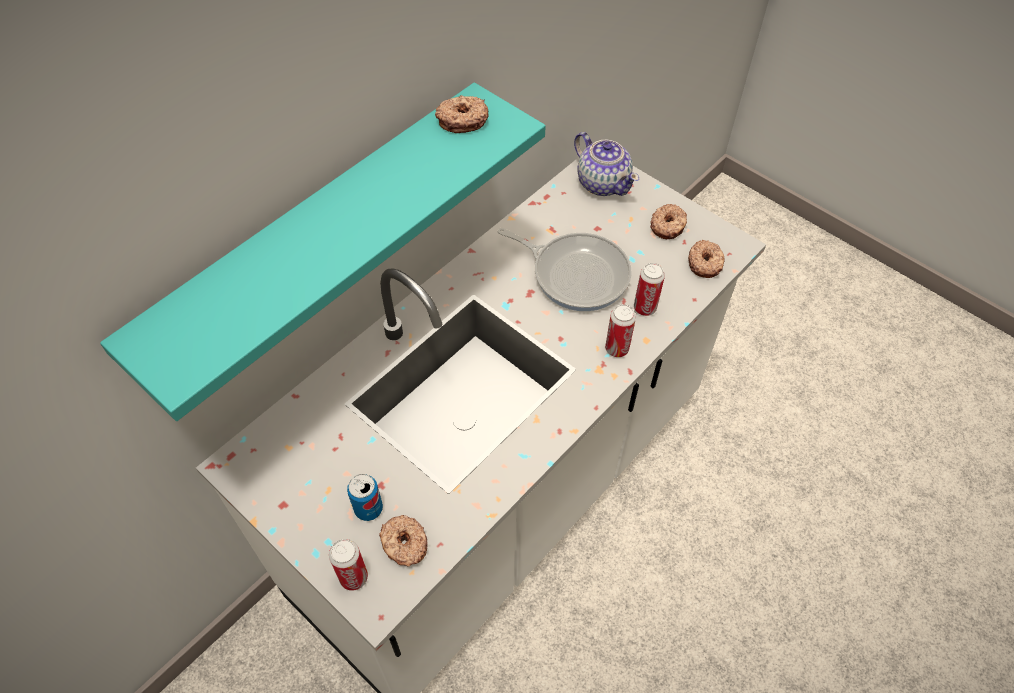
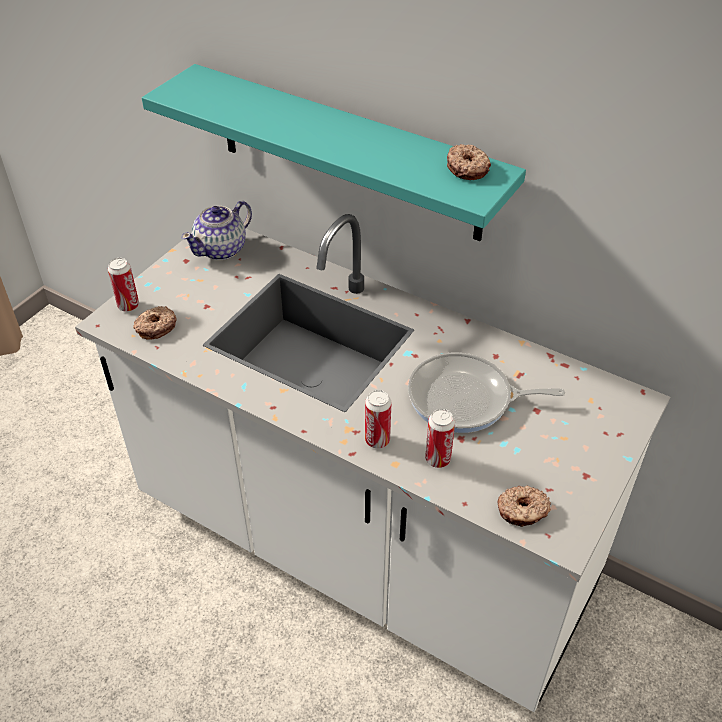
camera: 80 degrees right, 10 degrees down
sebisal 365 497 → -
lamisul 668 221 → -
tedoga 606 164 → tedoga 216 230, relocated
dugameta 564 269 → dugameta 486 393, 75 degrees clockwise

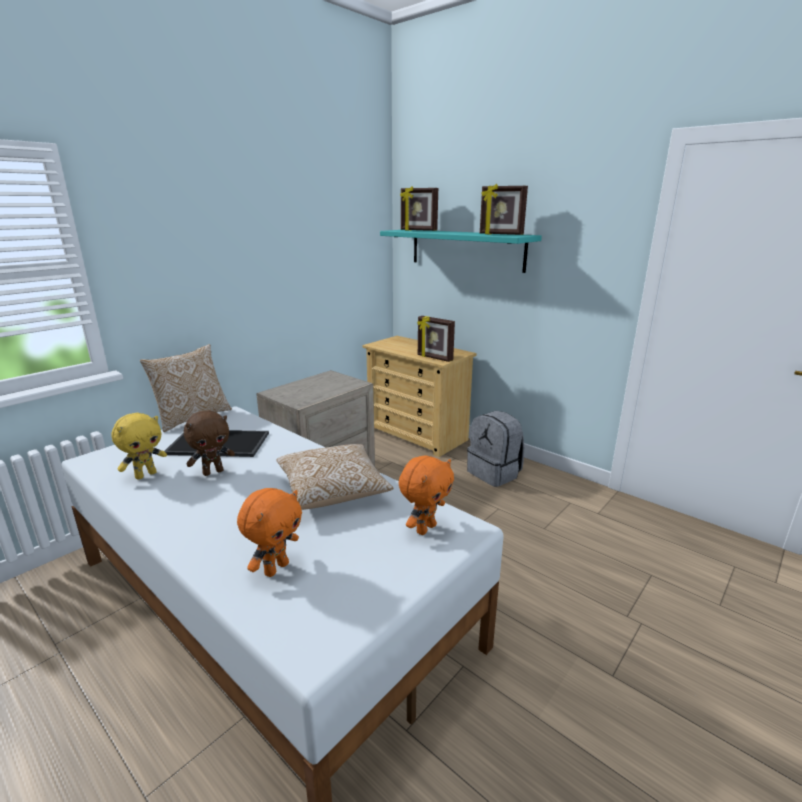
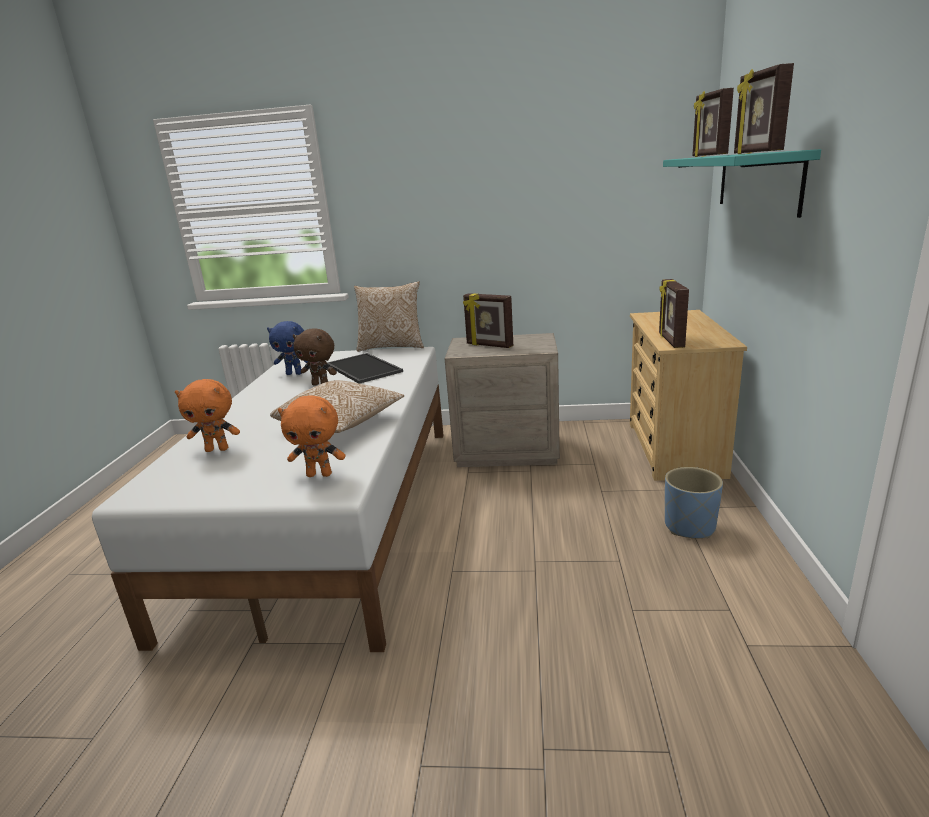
camera: 55 degrees right, 0 degrees up
- → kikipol 488 320
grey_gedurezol 495 449 → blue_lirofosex 694 502
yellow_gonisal 139 446 → blue_gonisal 288 348

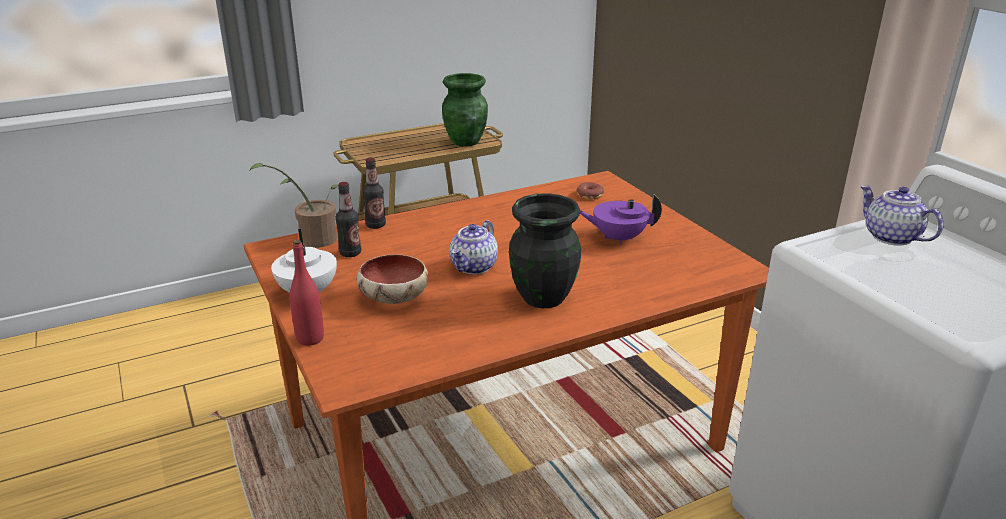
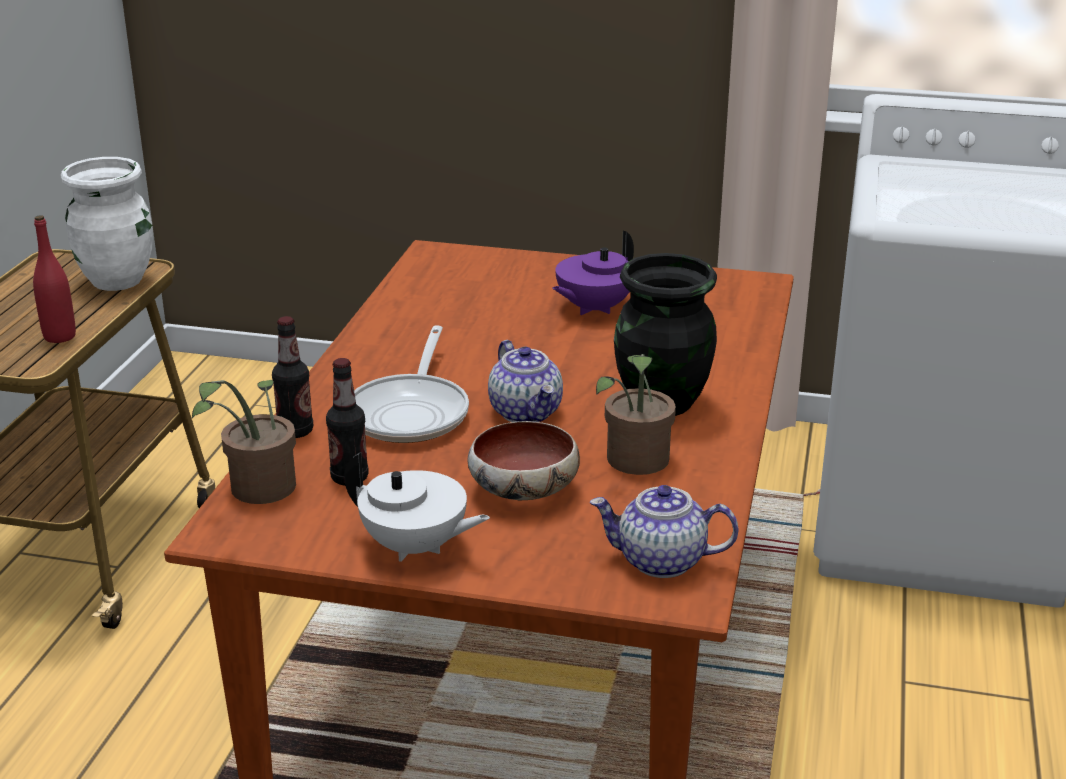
camera: 50 degrees left, 0 degrees up
lamisul 590 191 → -
- → dugameta 411 384
- → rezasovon 636 414
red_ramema 307 293 → red_ramema 54 279, relocated
tedoga 902 215 → tedoga 664 531, relocated
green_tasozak 465 110 → white_tasozak 107 224

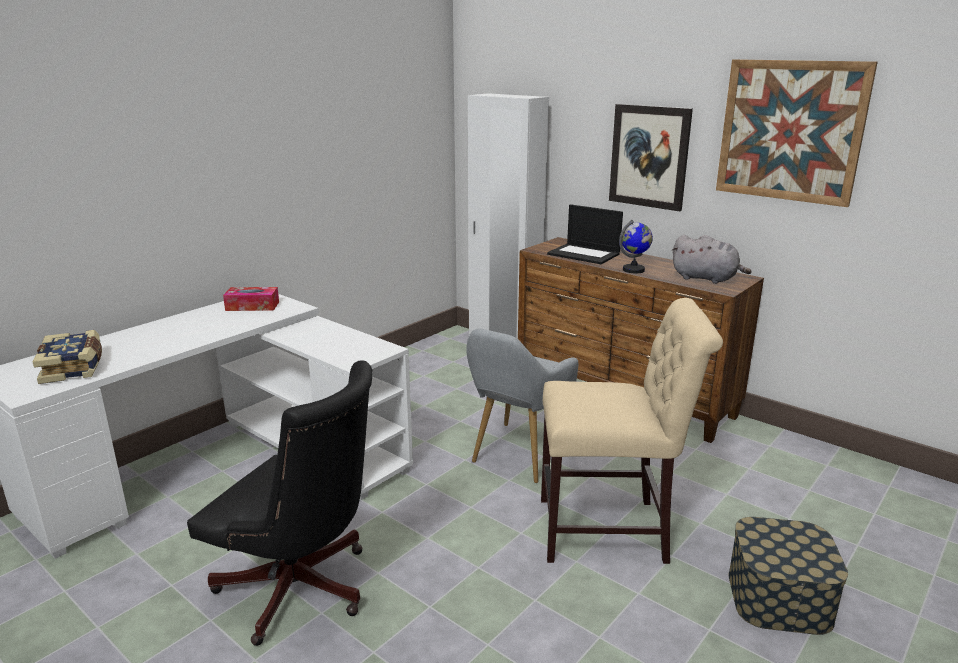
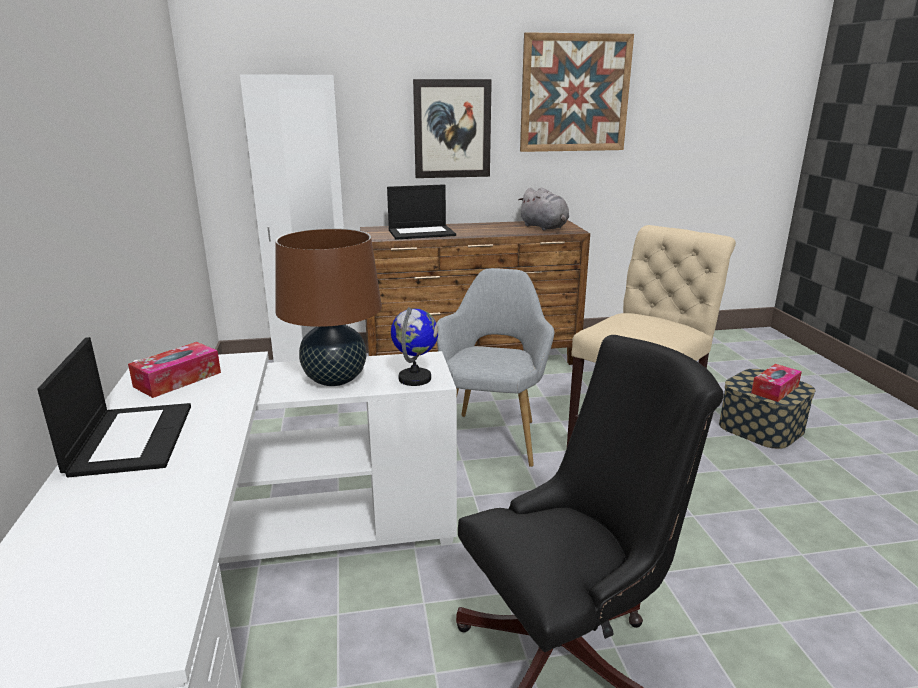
camera: 50 degrees left, 0 degrees up
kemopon 67 357 → -
- → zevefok 114 407
- → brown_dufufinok 328 307
- → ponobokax 776 383
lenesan 636 246 → lenesan 414 346, relocated
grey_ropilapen 522 406 → grey_ropilapen 495 367, 150 degrees counterclockwise
grey_gonisal 712 259 → grey_gonisal 543 209, 75 degrees clockwise

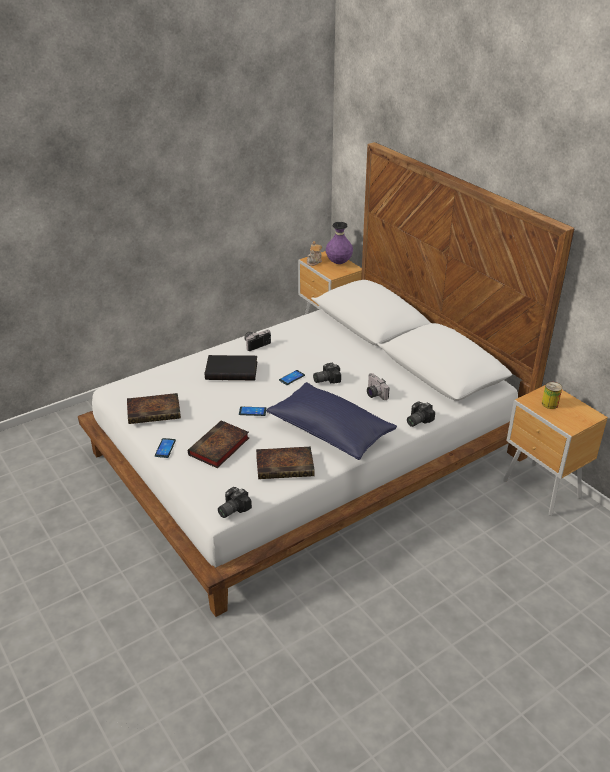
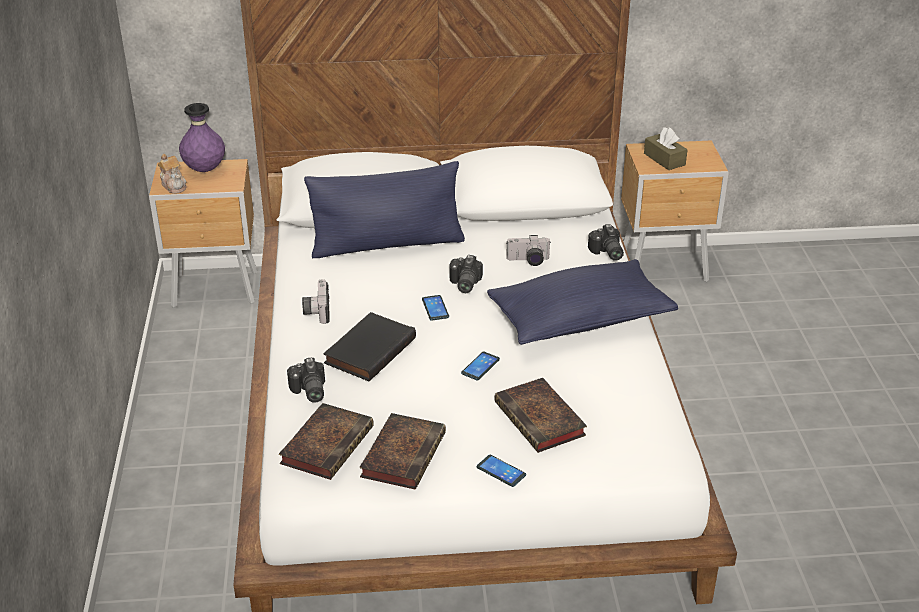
camera: 60 degrees left, 0 degrees up
- → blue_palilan 384 209
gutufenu 235 502 → gutufenu 306 380, relocated
kemopon 285 463 → kemopon 326 441, relocated
sebisal 552 395 → brown_ponobokax 666 148

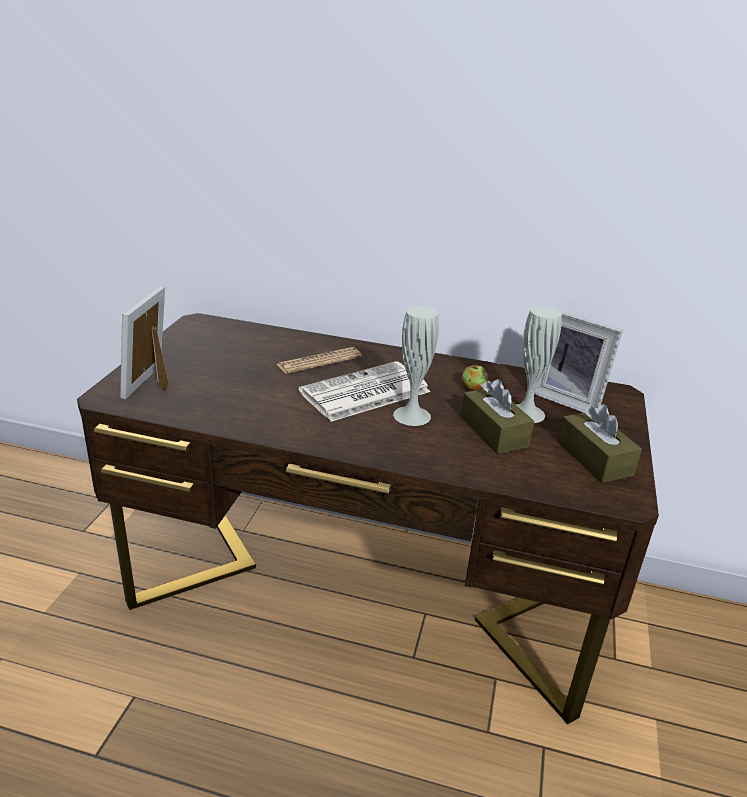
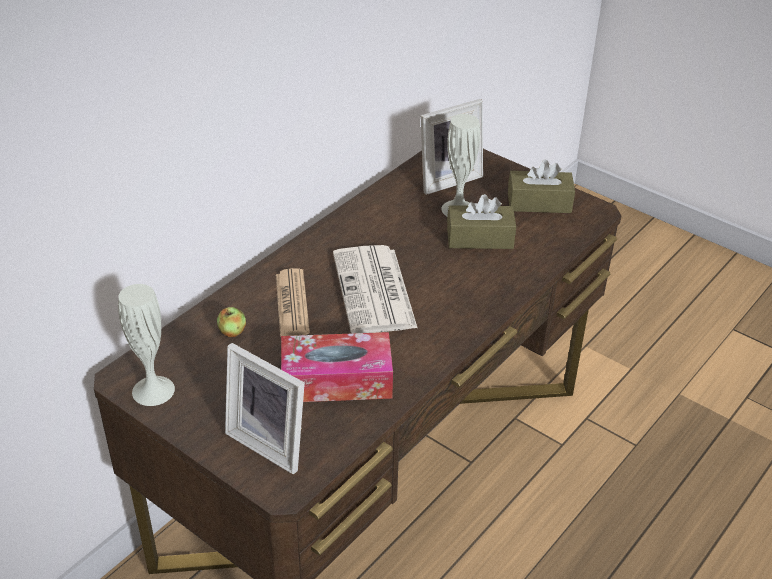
camera: 65 degrees left, 10 degrees up
- → ponobokax 337 367
white_tasozak 416 366 → white_tasozak 146 345, relocated
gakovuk 475 377 → gakovuk 231 322, relocated

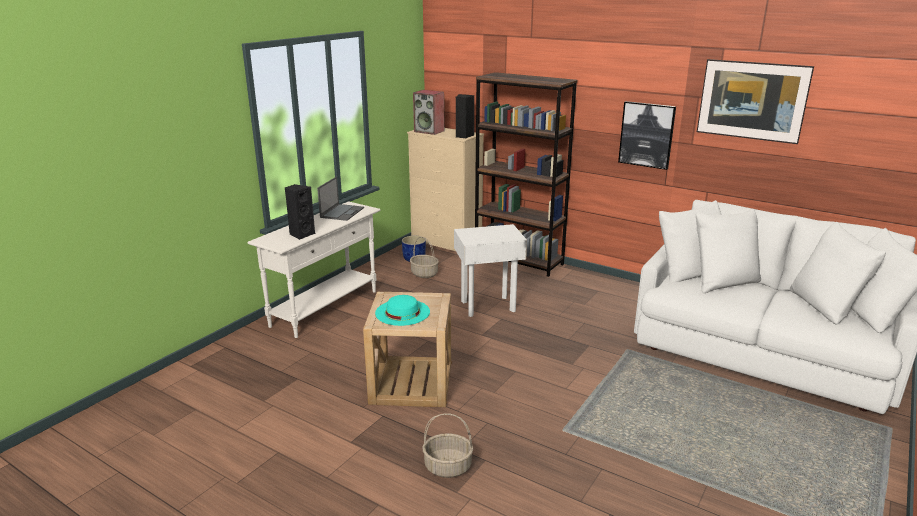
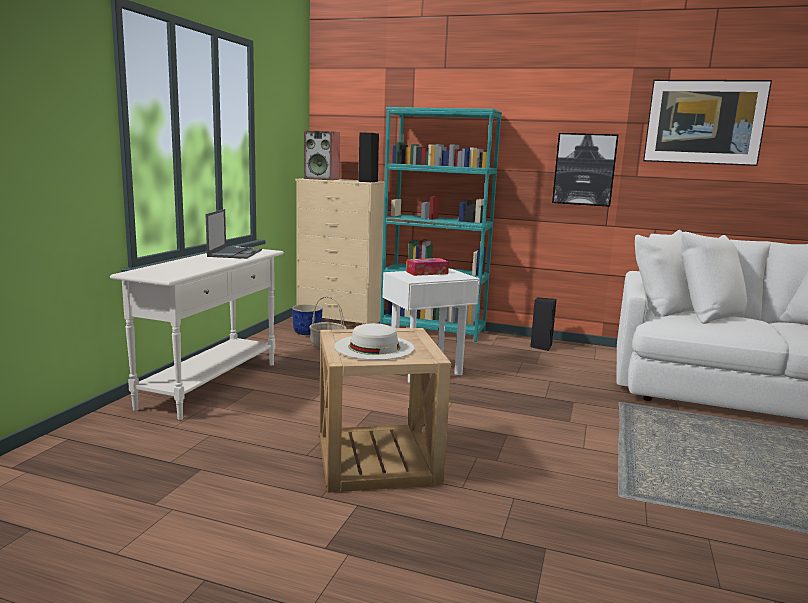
camera: 15 degrees left, 10 degrees down
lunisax 447 445 → -
- → ponobokax 427 267
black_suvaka 300 212 → black_suvaka 543 324, relocated
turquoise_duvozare 402 310 → white_duvozare 374 341
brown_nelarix 526 174 → turquoise_nelarix 441 224

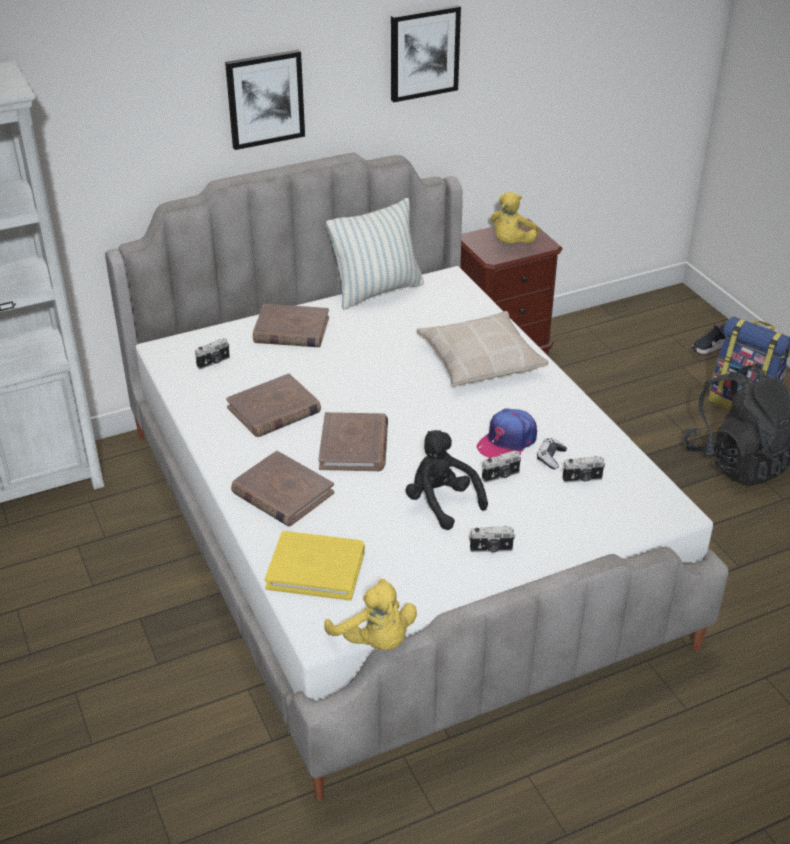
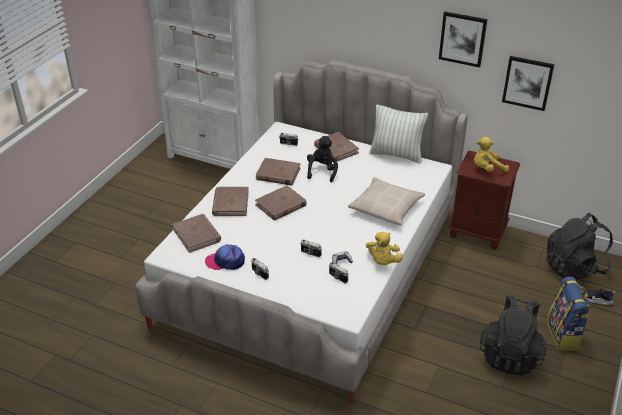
camera: 50 degrees right, 0 degrees up
- → black_gedurezol 579 246
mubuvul 265 100 → mubuvul 528 83, relocated
yellow_gonisal 370 614 → yellow_gonisal 384 248, relocated
black_gonisal 447 480 → black_gonisal 322 159, relocated
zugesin 507 433 → zugesin 225 257, relocated
yellow_kemopon 315 566 → brown_kemopon 196 233

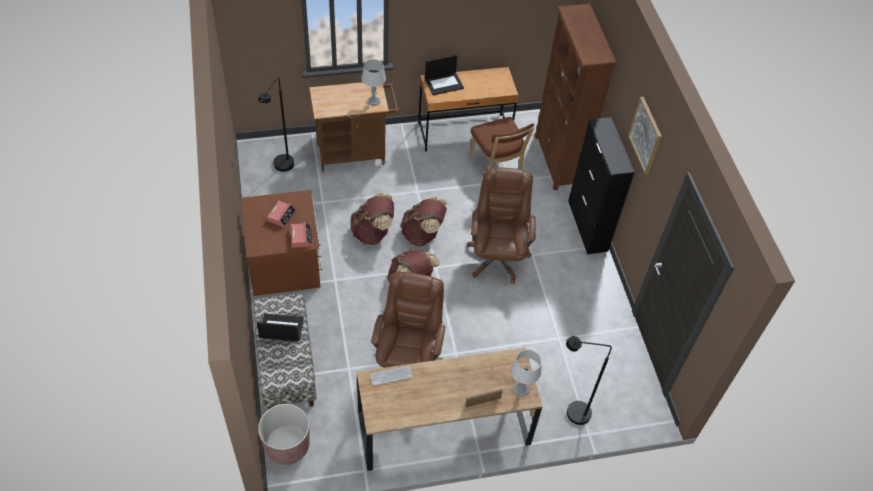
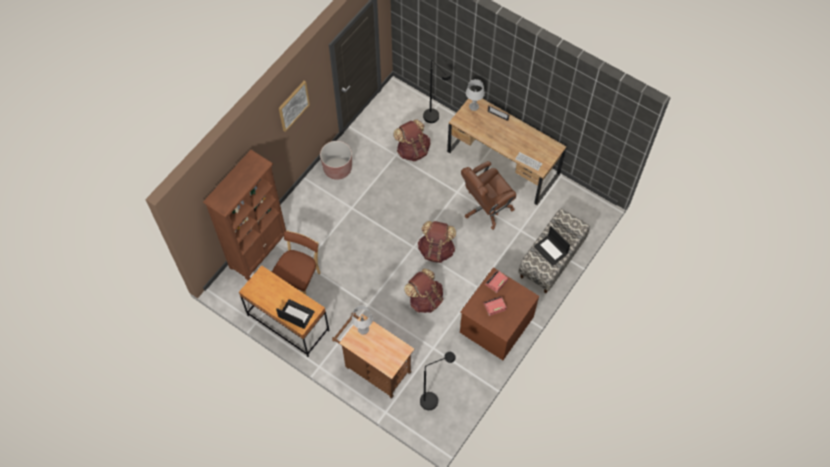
camera: 130 degrees left, 10 degrees up
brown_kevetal 501 225 → -
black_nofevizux 601 185 → -
brown_lirofosex 284 434 → brown_lirofosex 336 160, relocated
brown_gedurezol 423 221 → brown_gedurezol 412 140, relocated

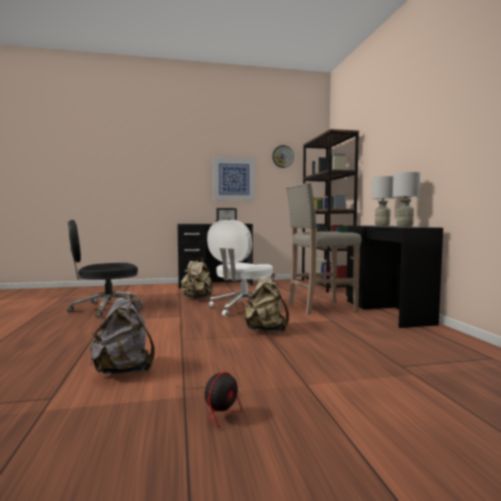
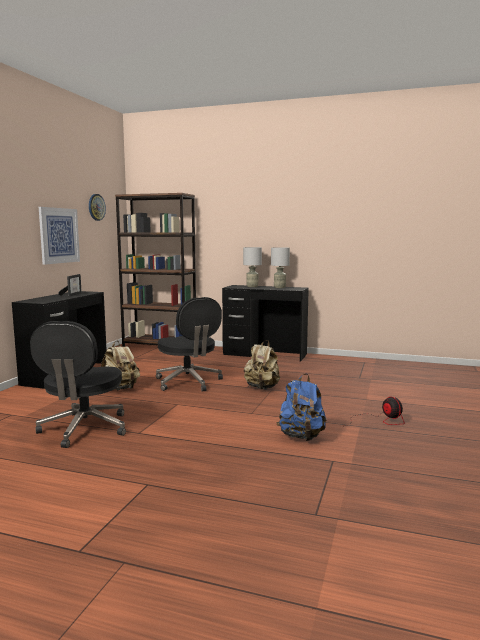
camera: 60 degrees left, 5 degrees up
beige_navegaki 323 248 → -
grey_gedurezol 122 333 → blue_gedurezol 301 407
white_kevetal 240 268 → black_kevetal 189 344

